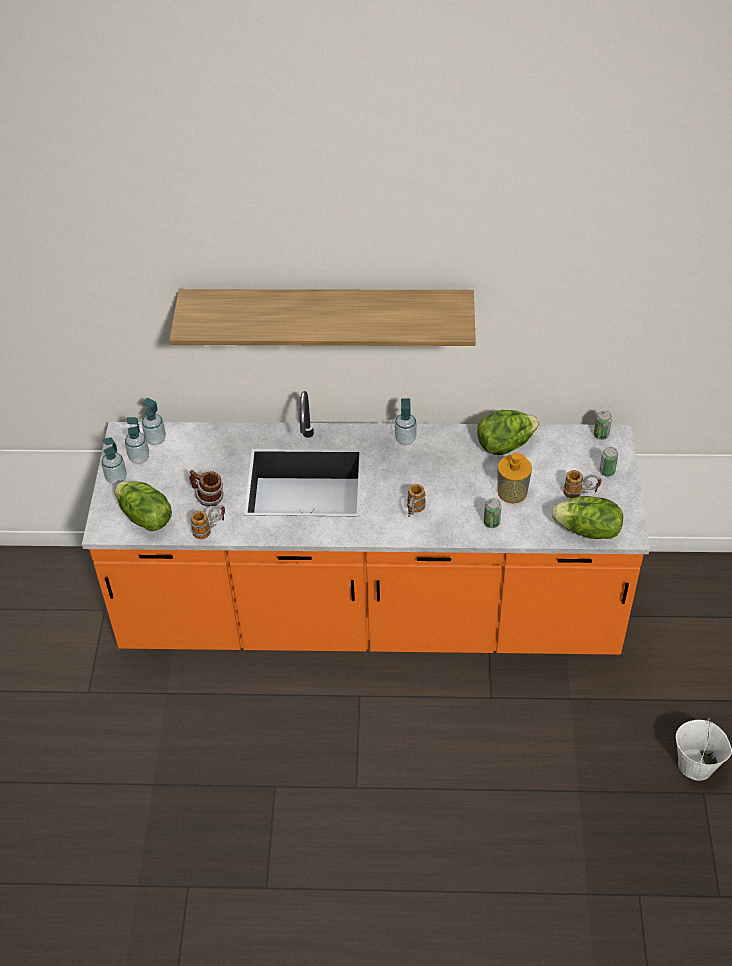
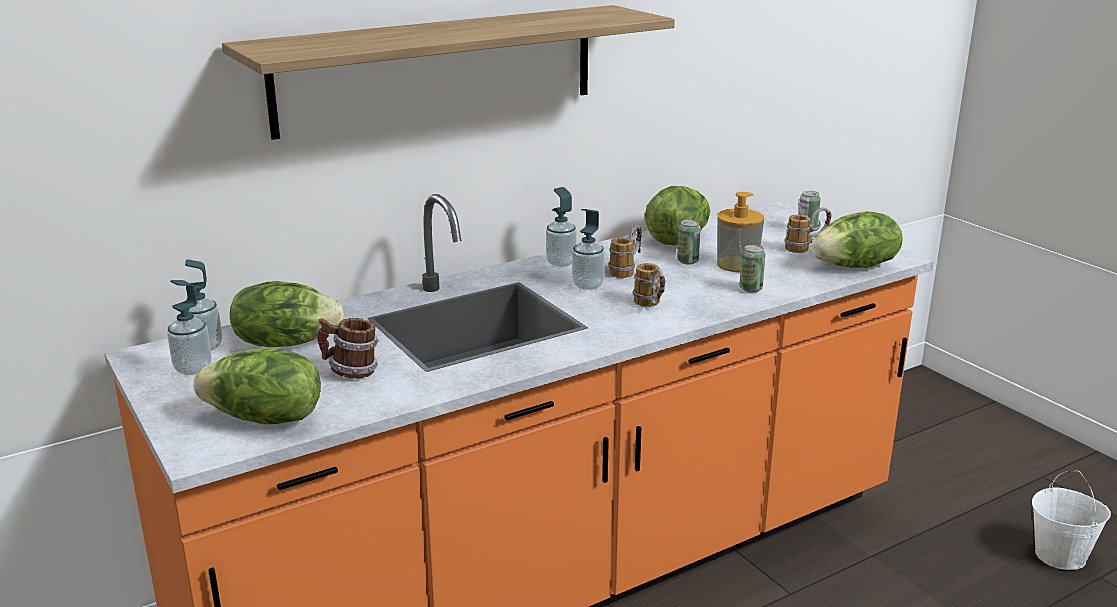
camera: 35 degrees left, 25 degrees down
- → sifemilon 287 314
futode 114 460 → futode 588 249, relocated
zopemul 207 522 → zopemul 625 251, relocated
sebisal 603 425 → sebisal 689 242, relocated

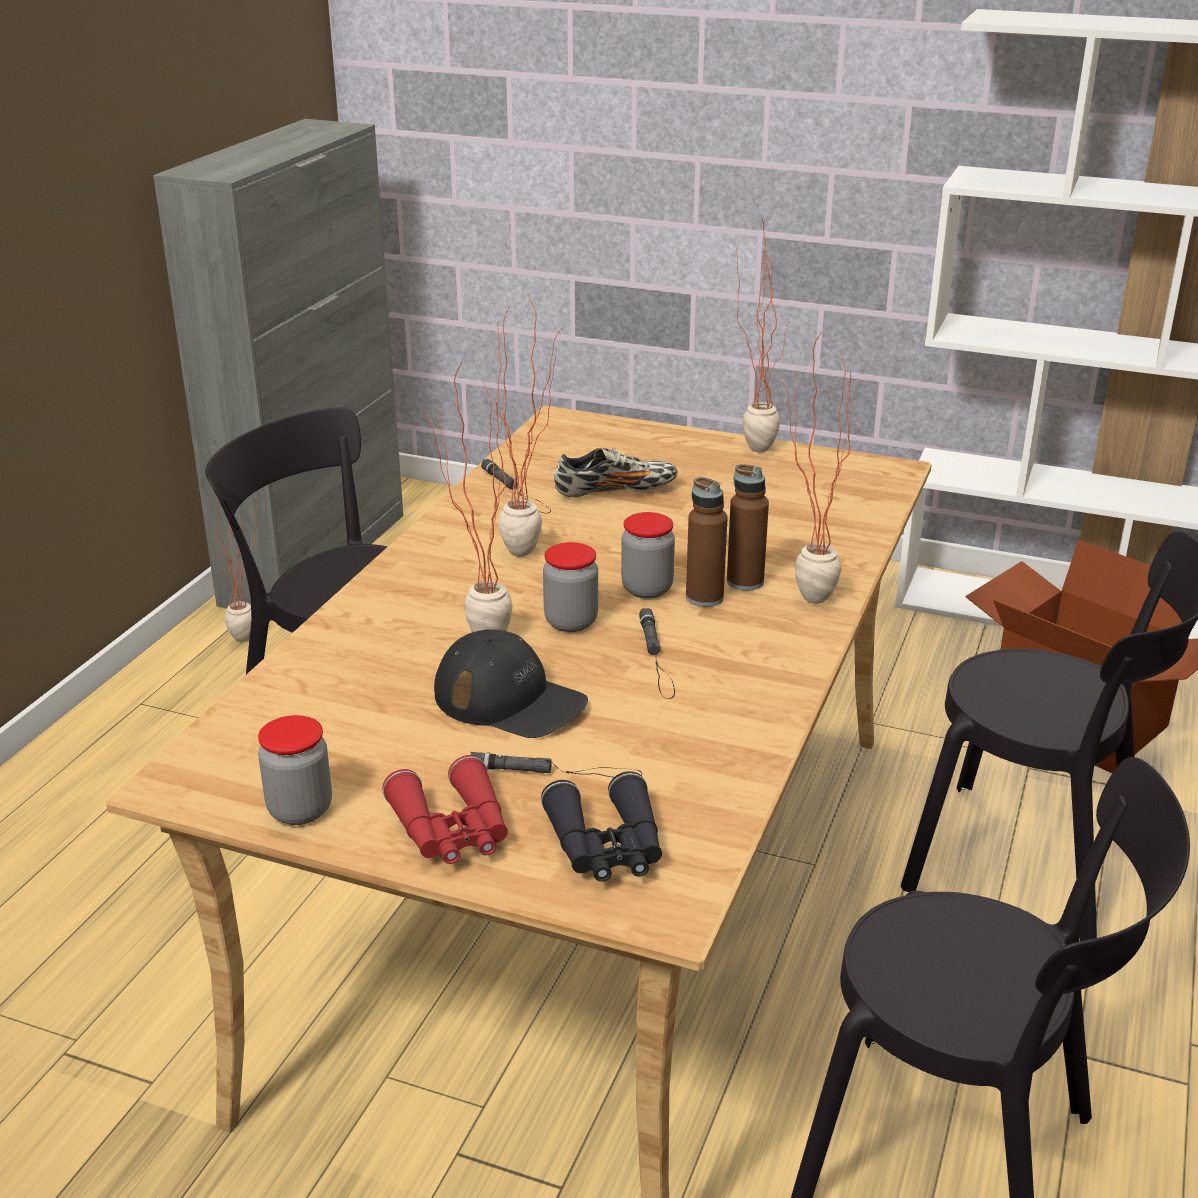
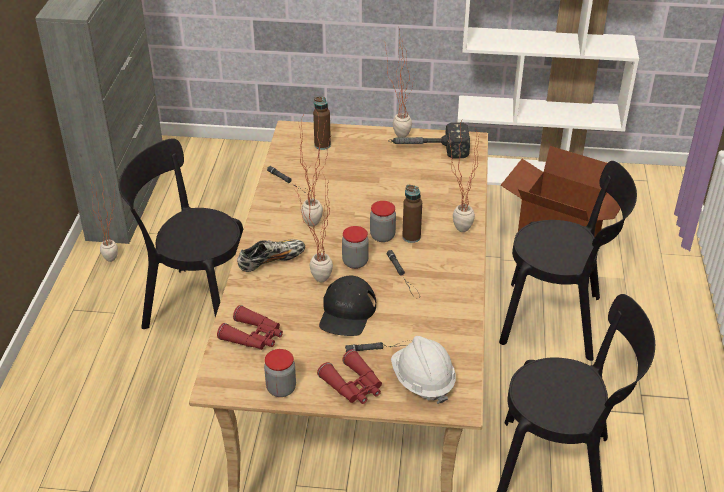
camera: 15 degrees left, 10 degrees up
- → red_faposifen 250 327
- → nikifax 429 140
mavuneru 615 472 → mavuneru 271 255, relocated
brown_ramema 748 527 → brown_ramema 322 123, relocated
black_faposifen 601 826 → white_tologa 423 370
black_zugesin 511 683 → black_zugesin 347 306, 90 degrees clockwise

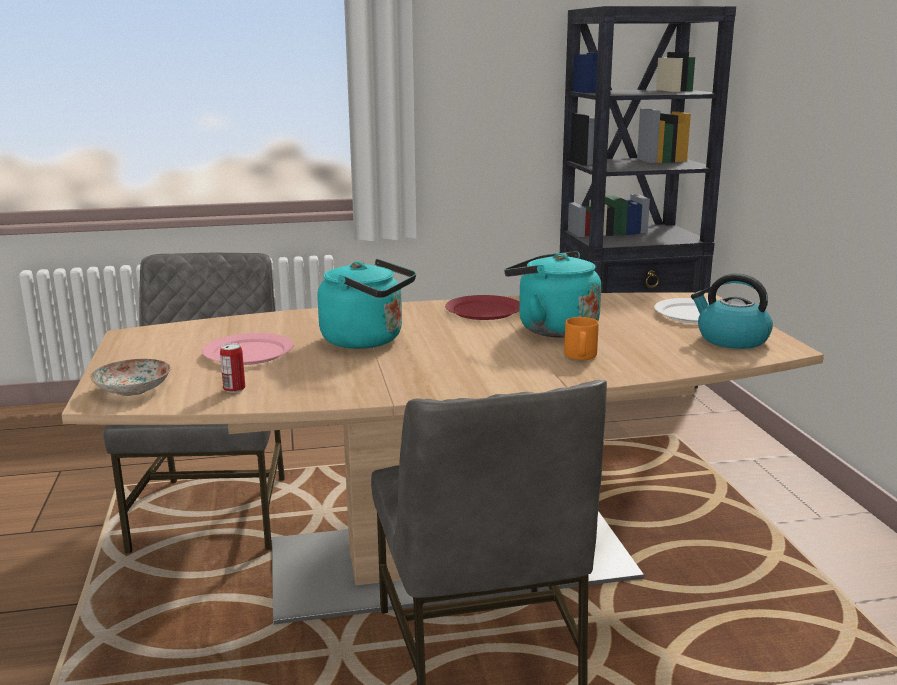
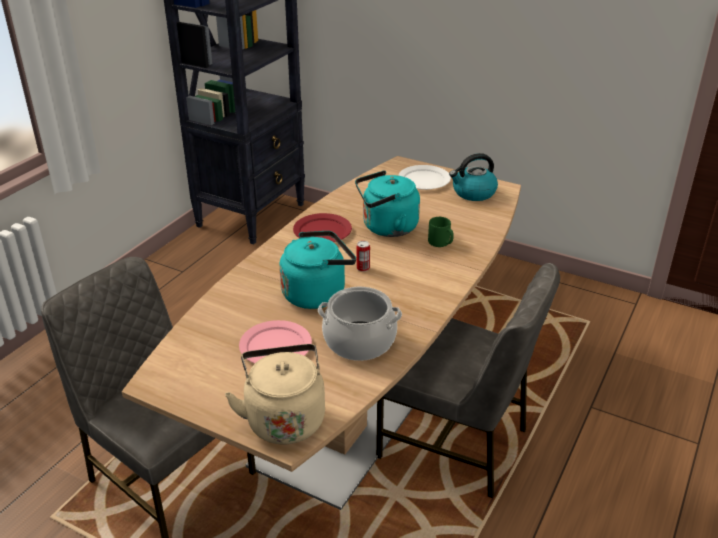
camera: 50 degrees left, 15 degrees up
- → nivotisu 360 324
sebisal 232 368 → sebisal 363 256, relocated
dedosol 130 377 → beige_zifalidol 275 394
orange_zopemul 581 338 → green_zopemul 441 232

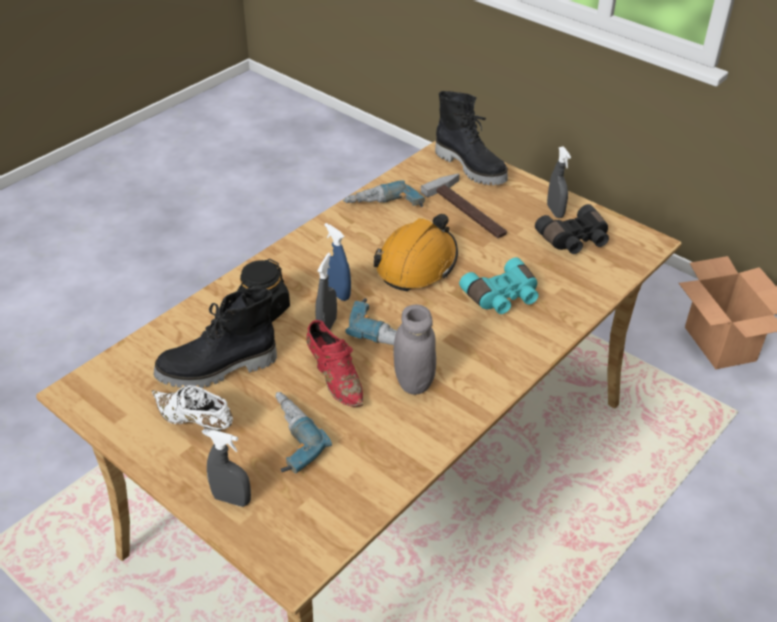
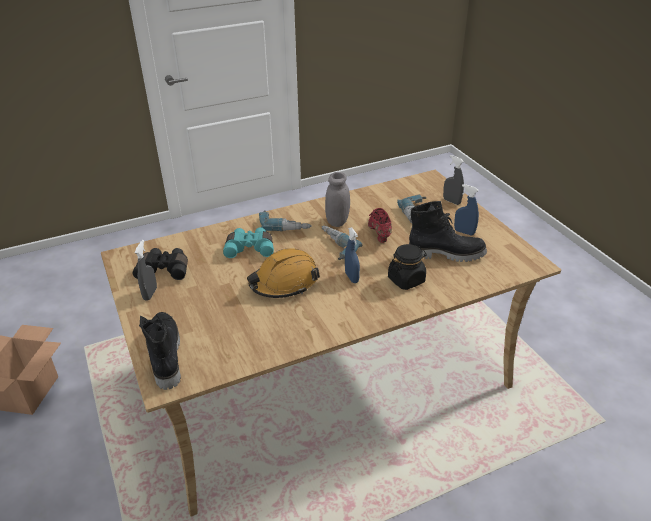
camera: 155 degrees left, 5 degrees down
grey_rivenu 326 291 → -
nikifax 464 205 → -
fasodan 384 193 → fasodan 285 220, relocated
white_mavuneru 192 411 → blue_rivenu 466 209

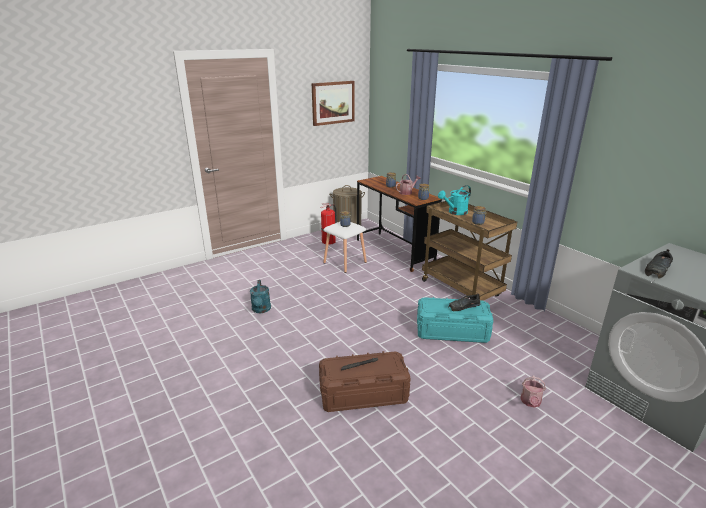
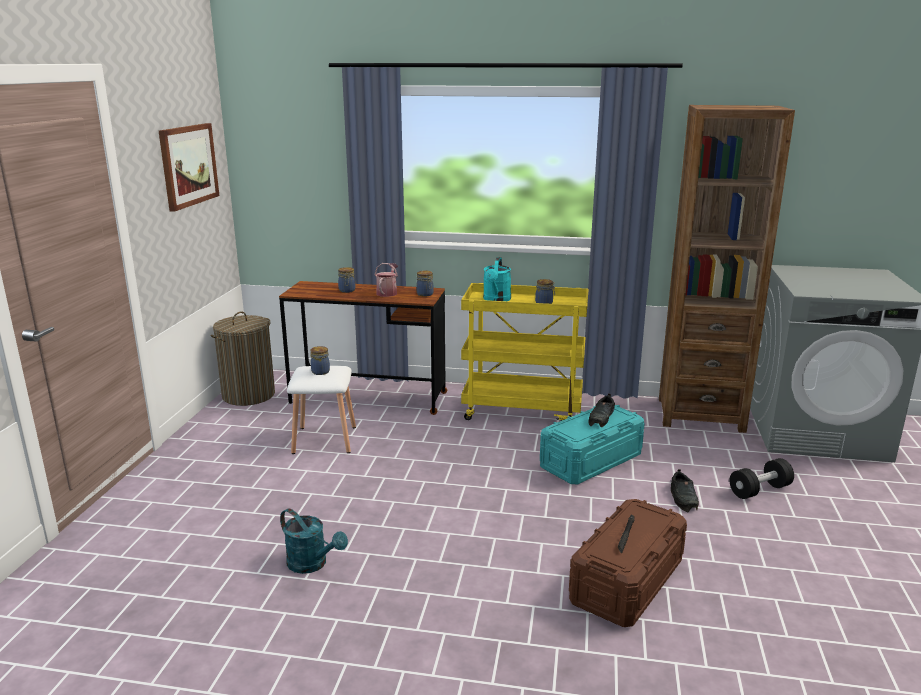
camera: 45 degrees left, 5 degrees down
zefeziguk 328 224 → -
- → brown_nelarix 727 269
black_mavuneru 659 264 → black_mavuneru 685 490, relocated
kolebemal 533 391 → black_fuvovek 762 478
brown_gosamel 469 250 → yellow_gosamel 524 352

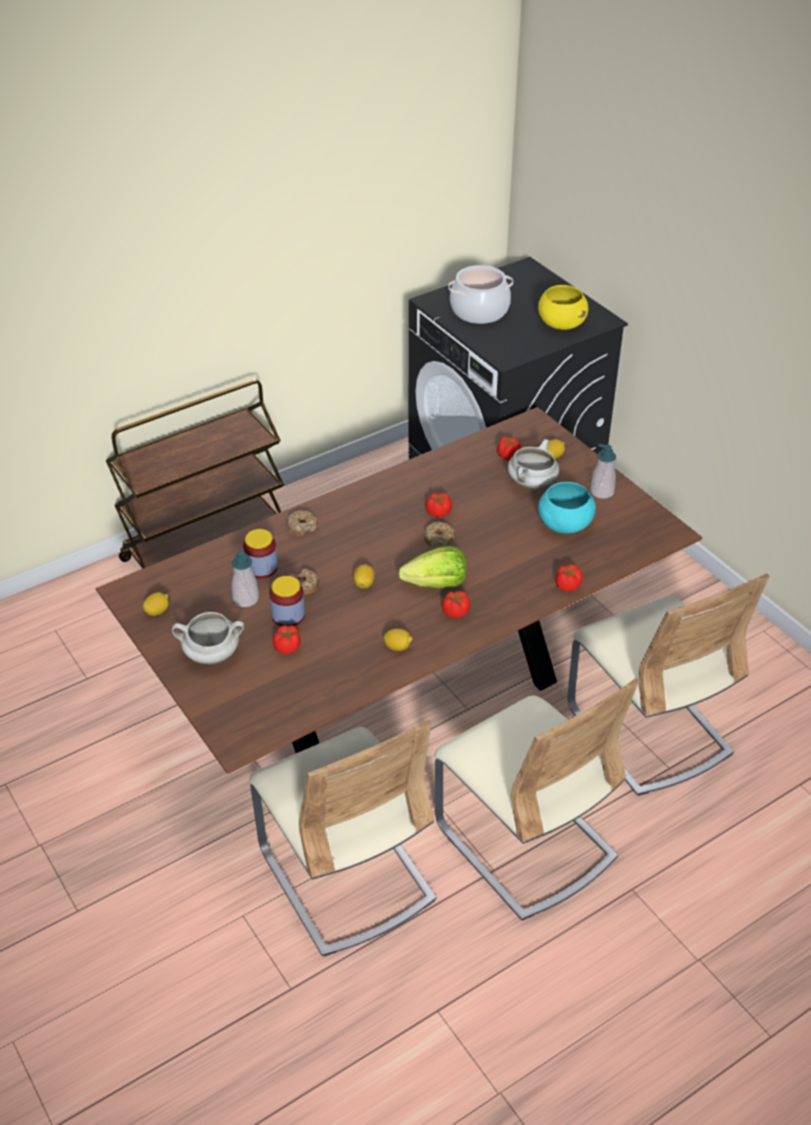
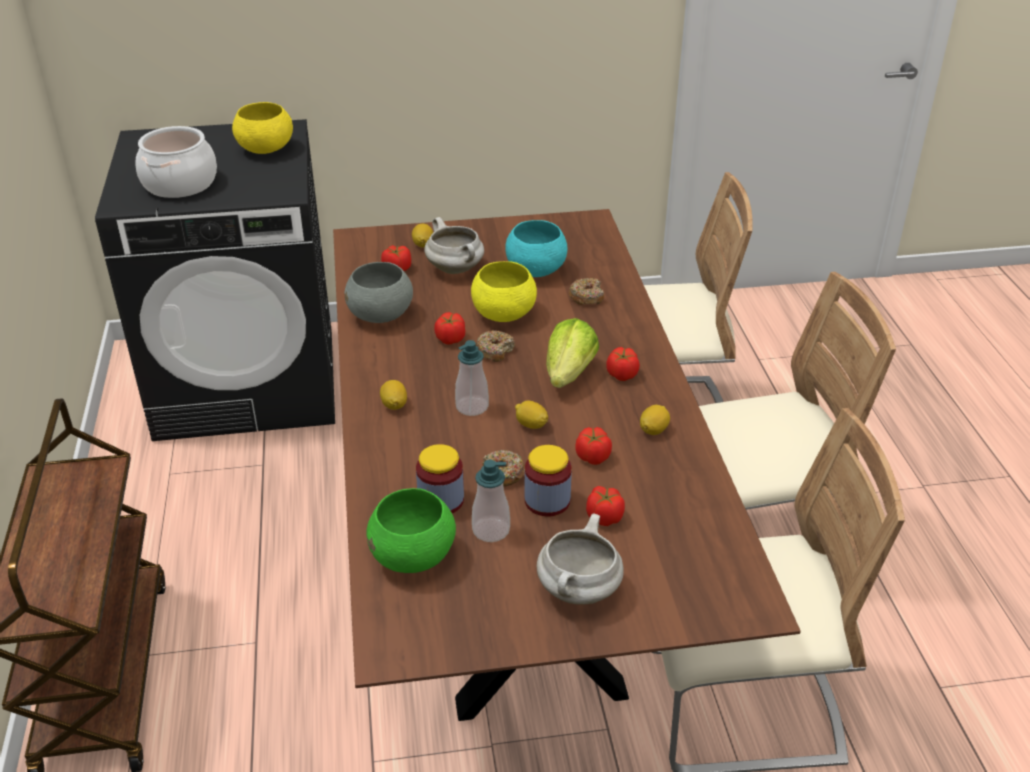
camera: 65 degrees left, 5 degrees down
- → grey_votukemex 379 292
- → green_votukemex 411 530
- → yellow_votukemex 504 291
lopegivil 156 604 → lopegivil 393 395, relocated
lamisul 302 523 → lamisul 586 291, relocated
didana 569 577 → didana 593 446, relocated
futode 603 471 → futode 472 378, relocated

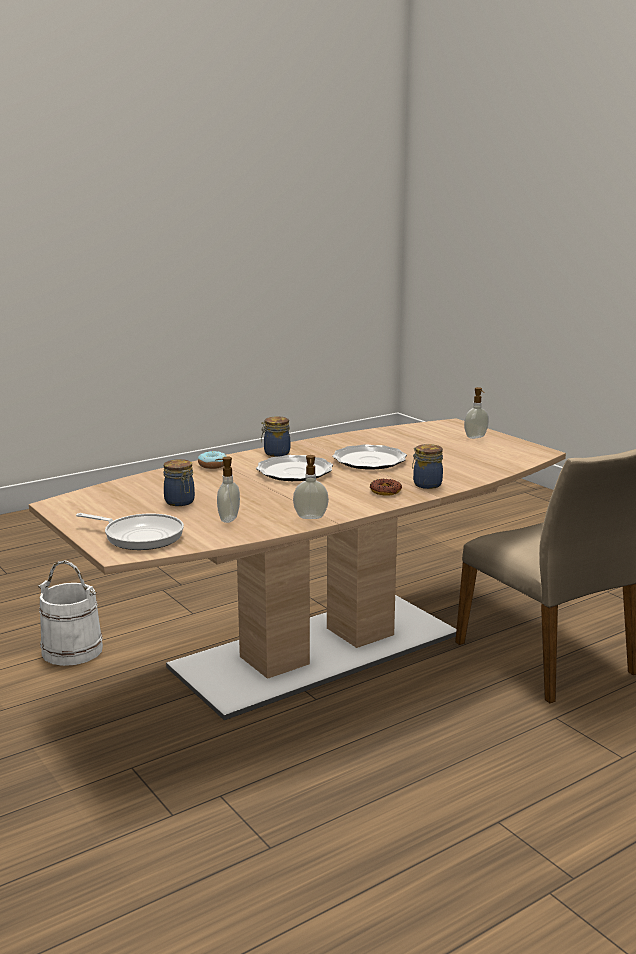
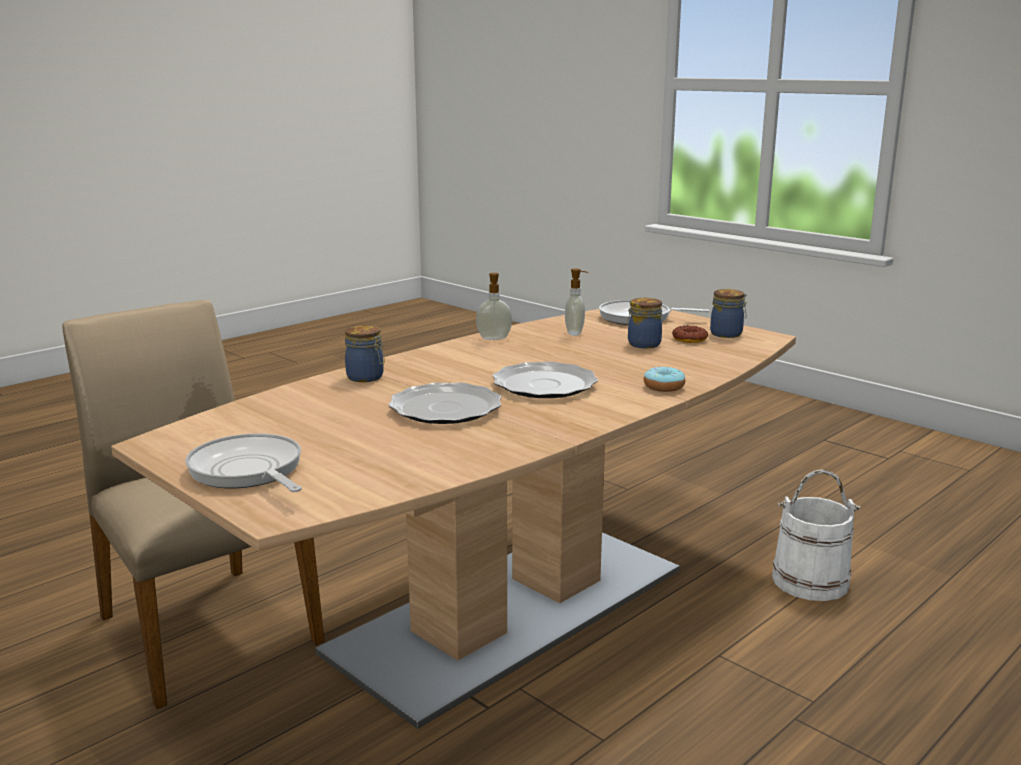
camera: 170 degrees right, 0 degrees up
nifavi 275 436 → nifavi 728 313, relocated
lamisul 386 487 → lamisul 690 334, relocated
futode 476 413 → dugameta 243 462

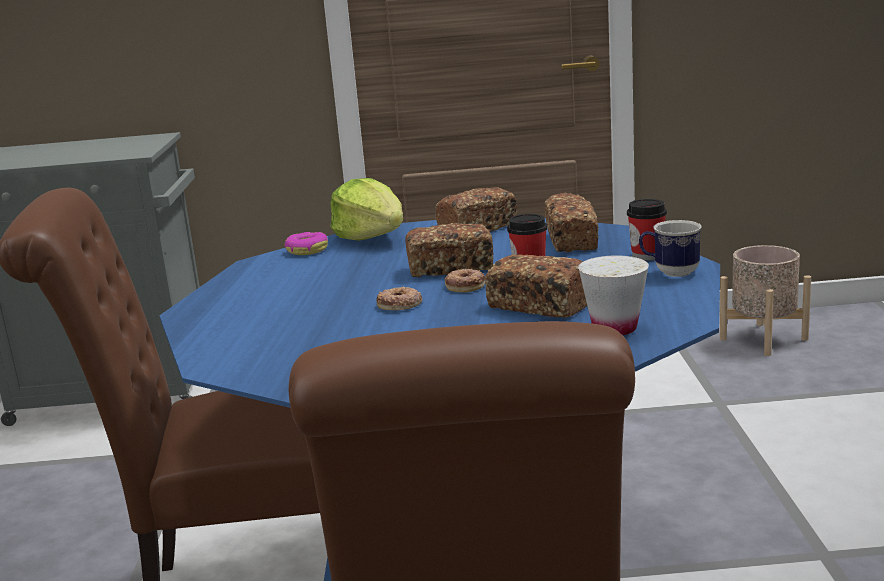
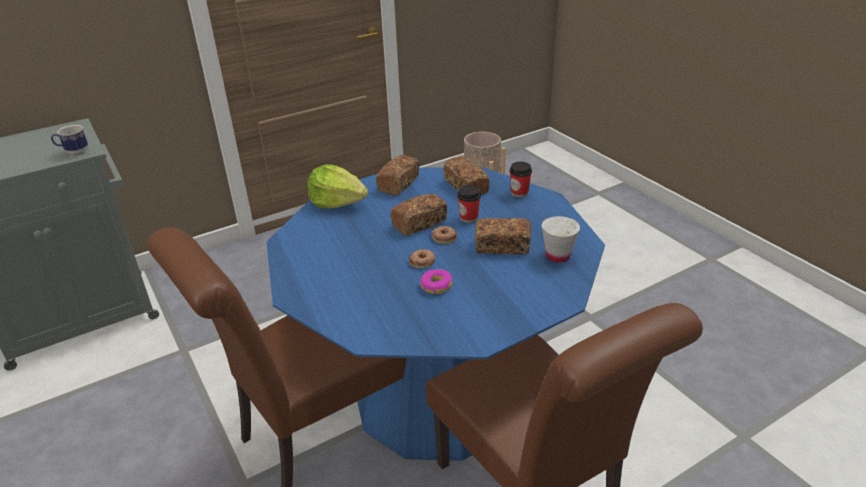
camera: 30 degrees left, 15 degrees up
lamisul 306 243 → lamisul 436 281, relocated
zopemul 670 248 → zopemul 69 140, relocated

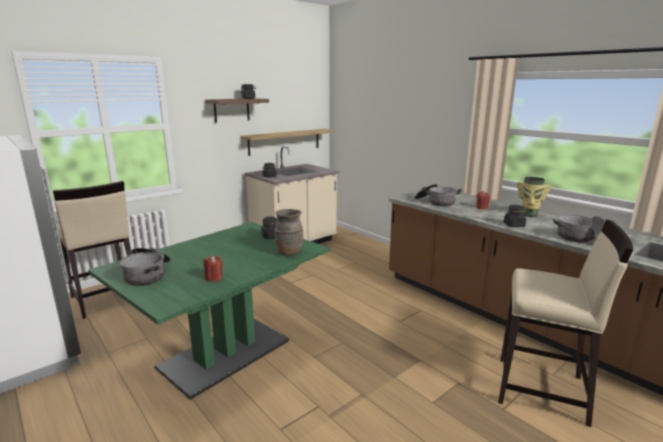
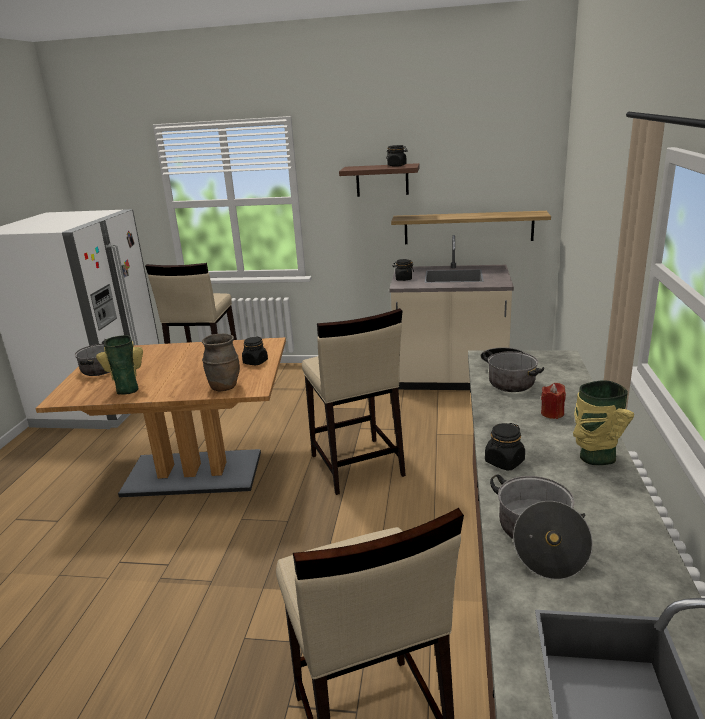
camera: 50 degrees right, 5 degrees up
- → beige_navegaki 354 401
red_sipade 213 269 → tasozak 119 365
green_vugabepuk 209 311 → brown_vugabepuk 160 417

